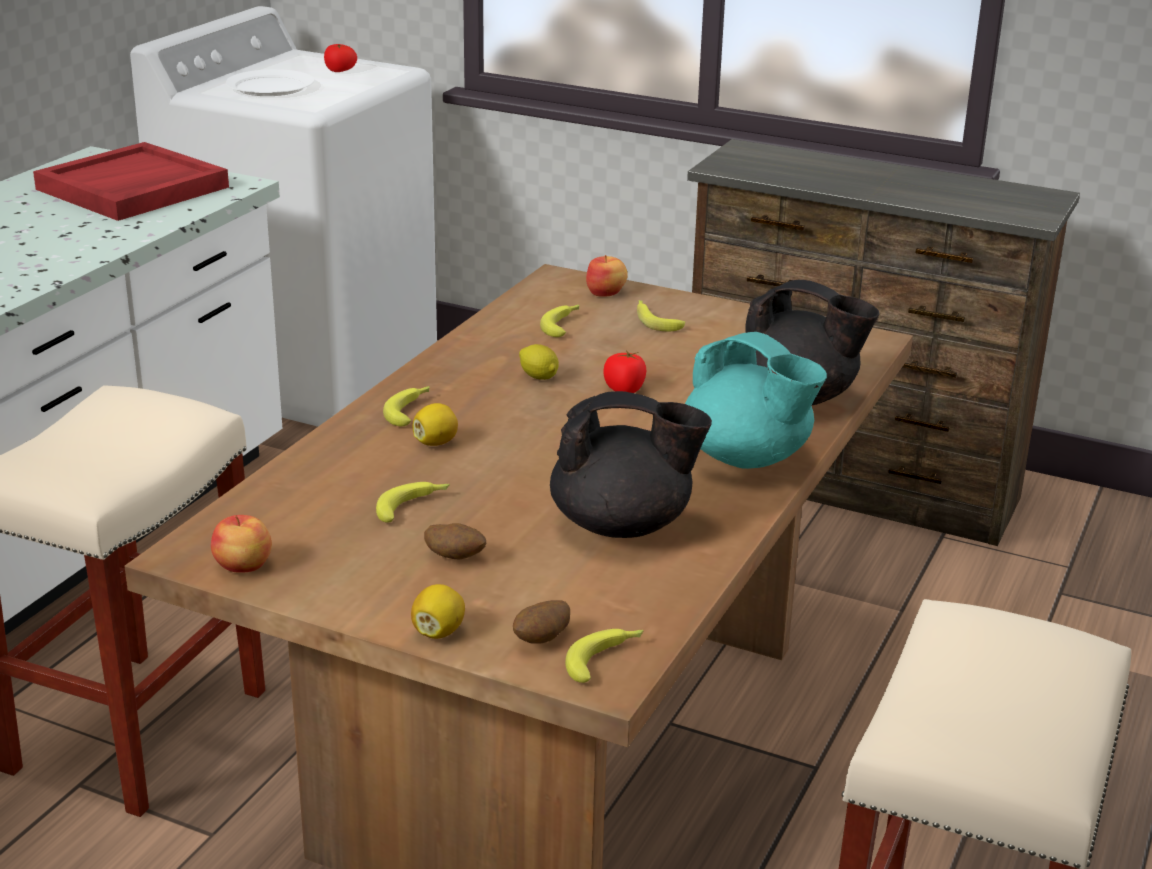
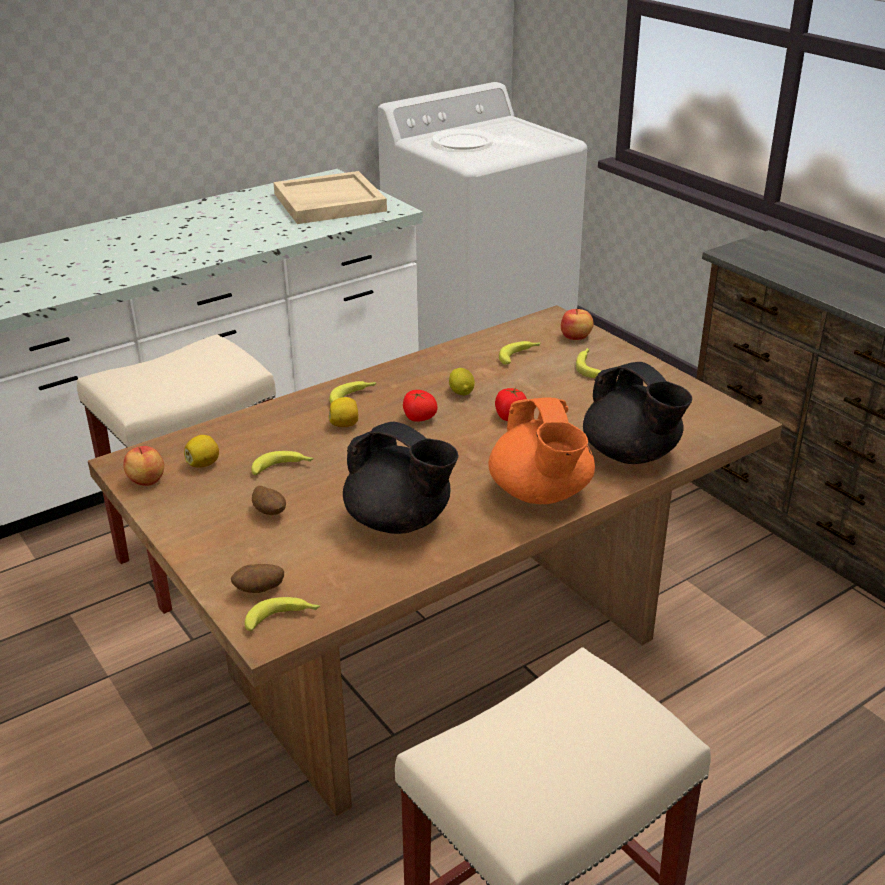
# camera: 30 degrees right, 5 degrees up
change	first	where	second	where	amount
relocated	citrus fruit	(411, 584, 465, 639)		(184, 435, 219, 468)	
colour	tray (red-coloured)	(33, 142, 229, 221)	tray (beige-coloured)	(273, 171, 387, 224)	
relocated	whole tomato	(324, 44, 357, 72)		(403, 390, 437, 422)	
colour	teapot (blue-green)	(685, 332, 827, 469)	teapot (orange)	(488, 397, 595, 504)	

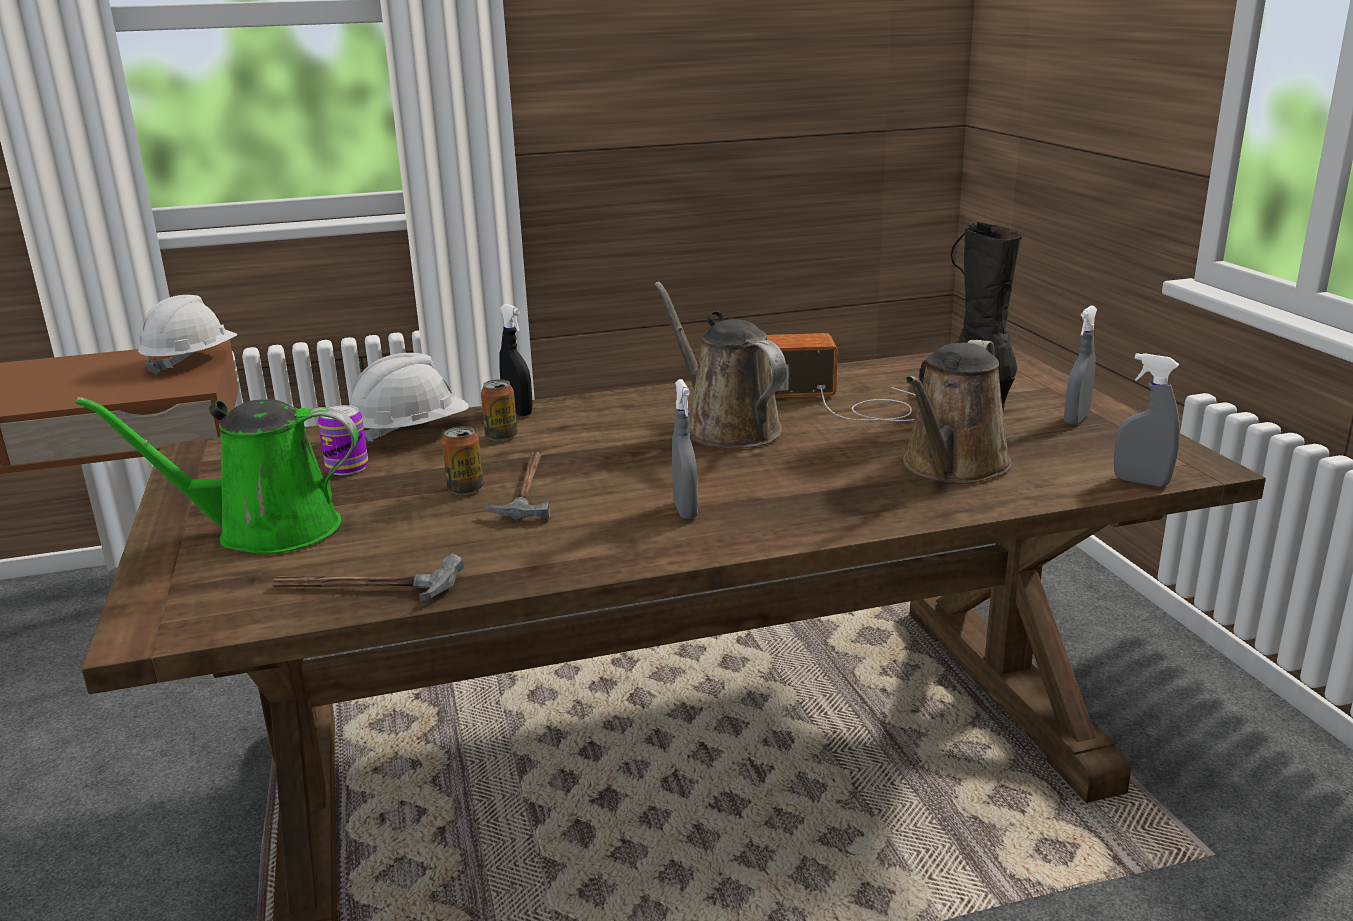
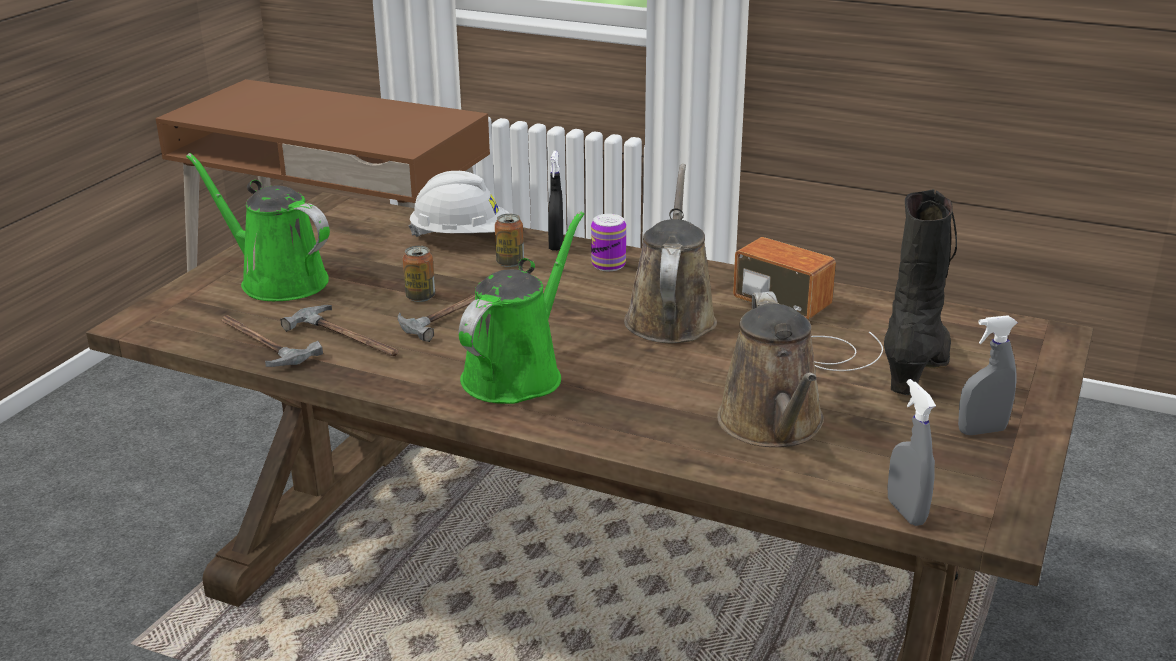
# camera: 40 degrees right, 5 degrees up
change	first	where	second	where	amount
appeared			hand hammer	(280, 305, 399, 357)	
exchanged	hand sprayer (greyish)	(672, 379, 698, 519)	watering pot (green)	(458, 211, 584, 404)	
relocated	sealed can	(318, 405, 368, 475)		(591, 214, 626, 271)	
spun	watering pot (brownish)	(903, 340, 1012, 484)		(717, 291, 824, 447)	75 degrees counterclockwise
missing	hard hat (white)	(138, 295, 237, 376)			

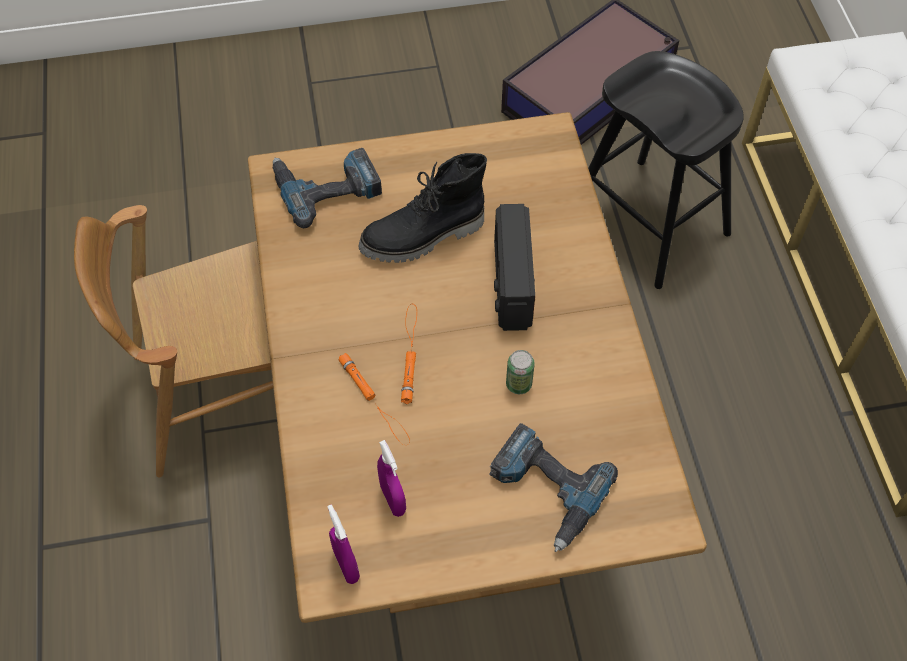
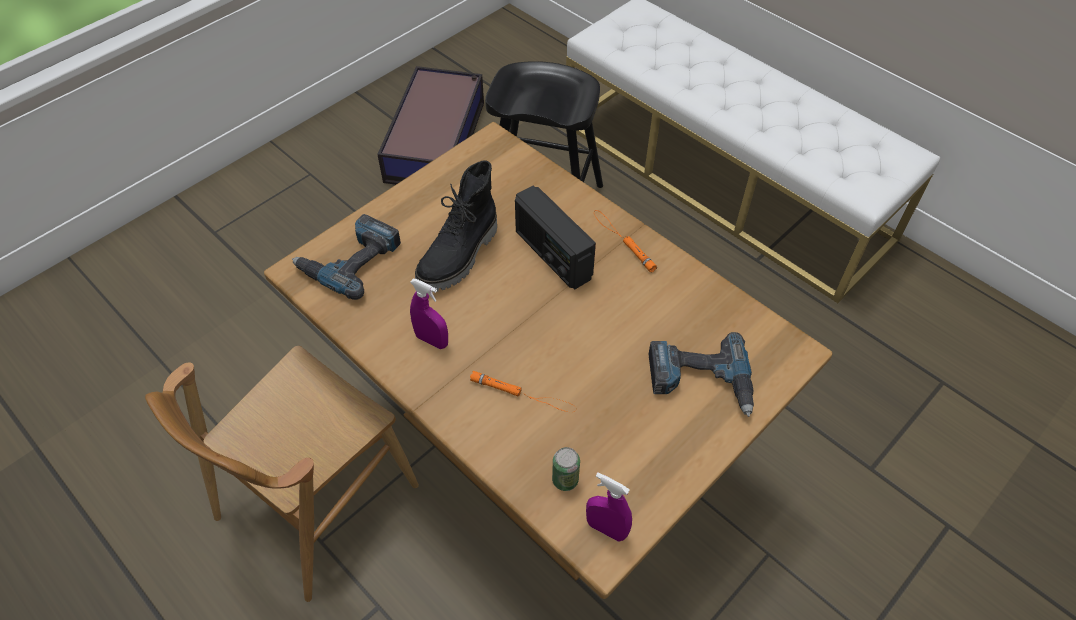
# camera: 35 degrees left, 5 degrees down
change	first	where	second	where	amount
relocated	hand sprayer (purple-coloured)	(377, 440, 406, 517)		(410, 279, 448, 349)	
relocated	sealed can	(506, 350, 535, 394)		(552, 447, 580, 491)	
relocated	torch (orange)	(401, 304, 417, 404)		(594, 210, 657, 272)	

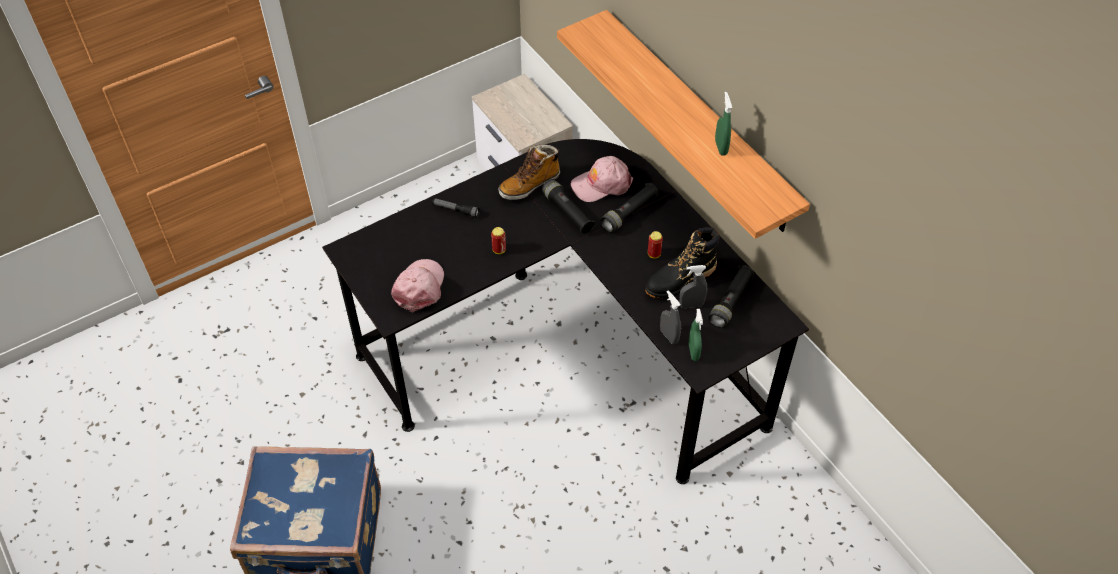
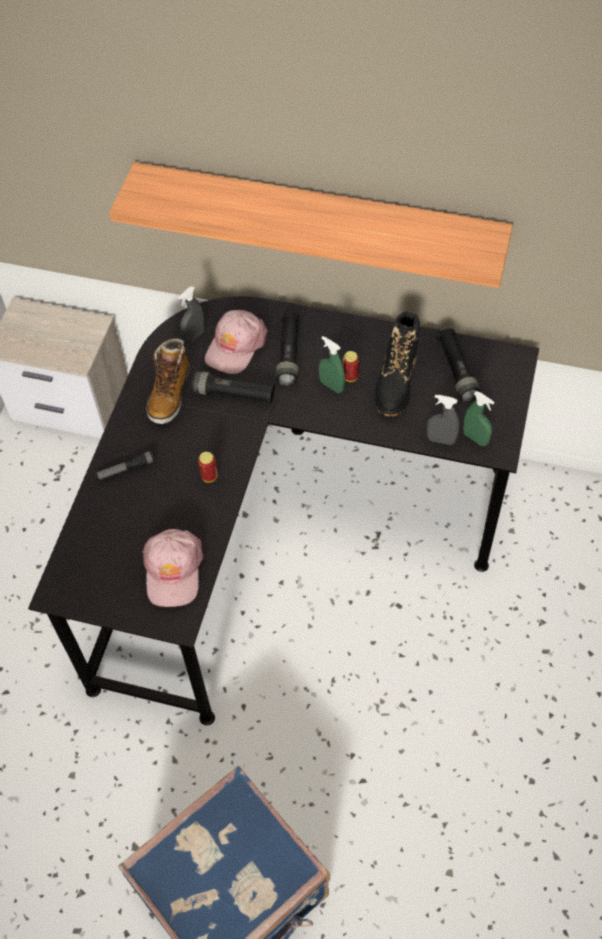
# camera: 40 degrees left, 5 degrees up
change	first	where	second	where	amount
spun	peaked cap (pink-coloured)	(391, 259, 444, 312)		(143, 529, 203, 607)	150 degrees counterclockwise
relocated	hand sprayer (greyish)	(679, 265, 707, 308)		(178, 286, 205, 343)	
relocated	hand sprayer (green)	(715, 92, 732, 156)		(319, 336, 345, 393)	

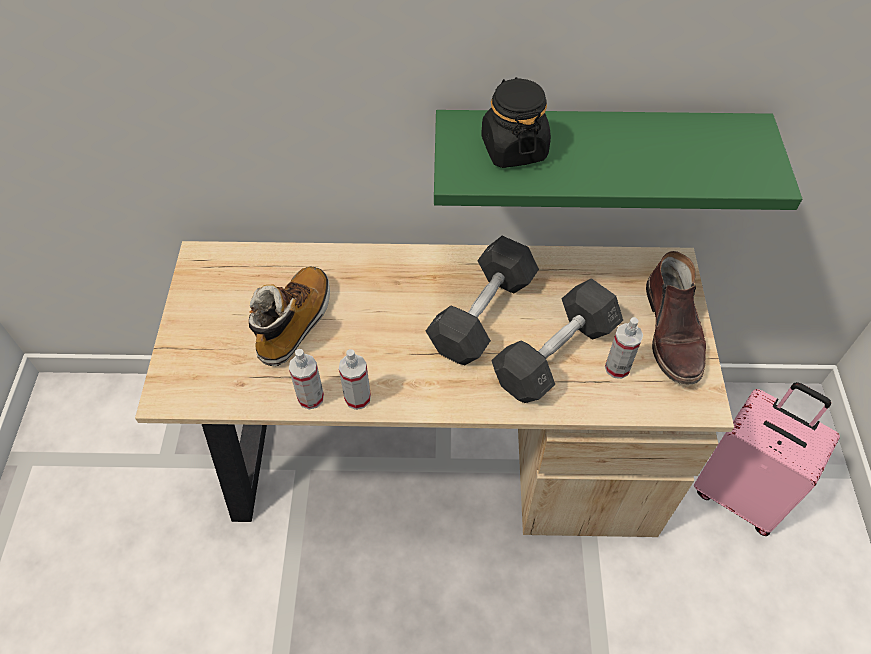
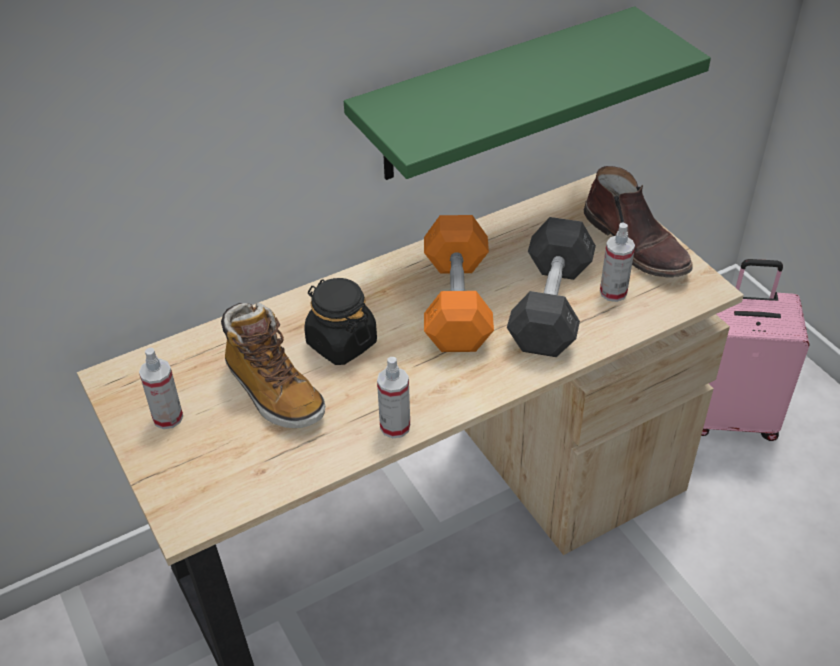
# camera: 30 degrees left, 10 degrees down
change	first	where	second	where	amount
relocated	hand sprayer	(289, 349, 324, 410)		(139, 348, 183, 429)	
spun	high-top boot	(249, 267, 330, 366)		(221, 302, 325, 428)	150 degrees clockwise
relocated	jar (black-coloured)	(481, 77, 551, 168)		(304, 278, 377, 365)	
colour	dumbbell (greyish)	(426, 236, 539, 365)	dumbbell (orange)	(424, 215, 494, 352)	

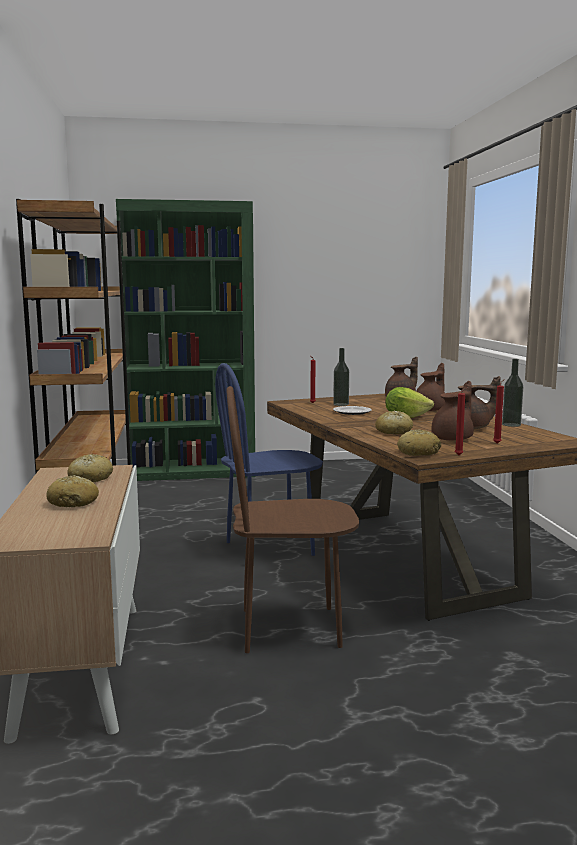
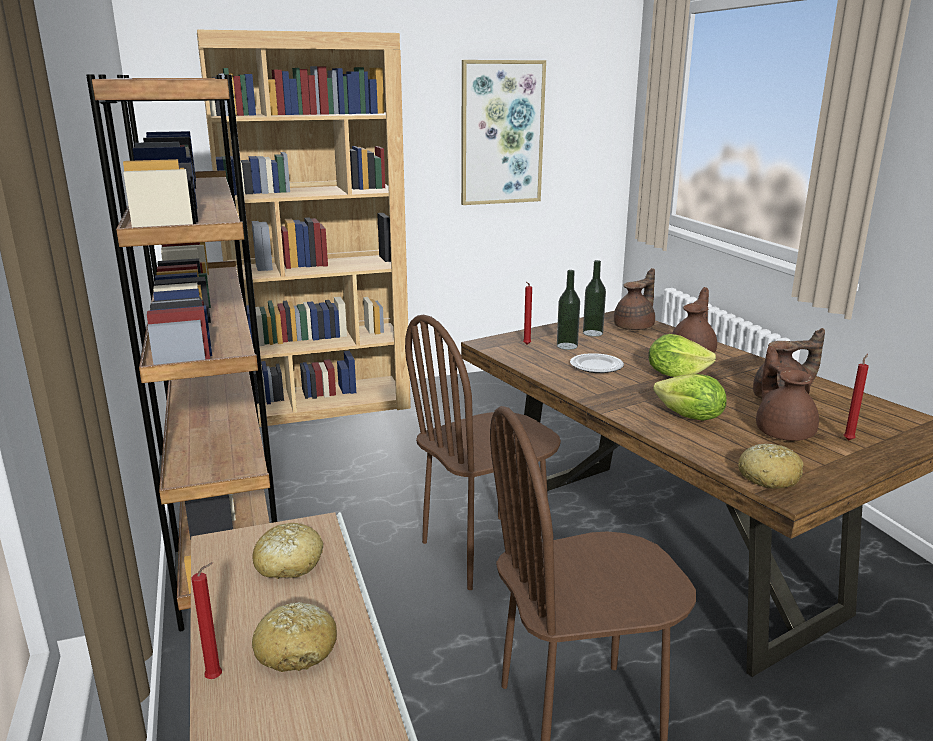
# camera: 10 degrees left, 10 degrees up
change	first	where	second	where	amount
relocated	candle (red-coloured)	(455, 387, 469, 455)		(191, 562, 222, 679)	
colour	shelving unit (green)	(116, 199, 255, 481)	shelving unit (brownish)	(197, 30, 411, 427)	
colour	plain chair (blue)	(215, 363, 323, 556)	plain chair (brownish)	(405, 315, 561, 590)	
appeared			wall art	(461, 60, 546, 205)	
relocated	beverage bottle	(502, 359, 523, 427)		(583, 260, 606, 336)	
exchanged	bread	(375, 410, 413, 434)	lettuce	(653, 374, 727, 421)	
spun	teapot (brownish)	(431, 381, 474, 440)		(756, 346, 819, 441)	45 degrees counterclockwise

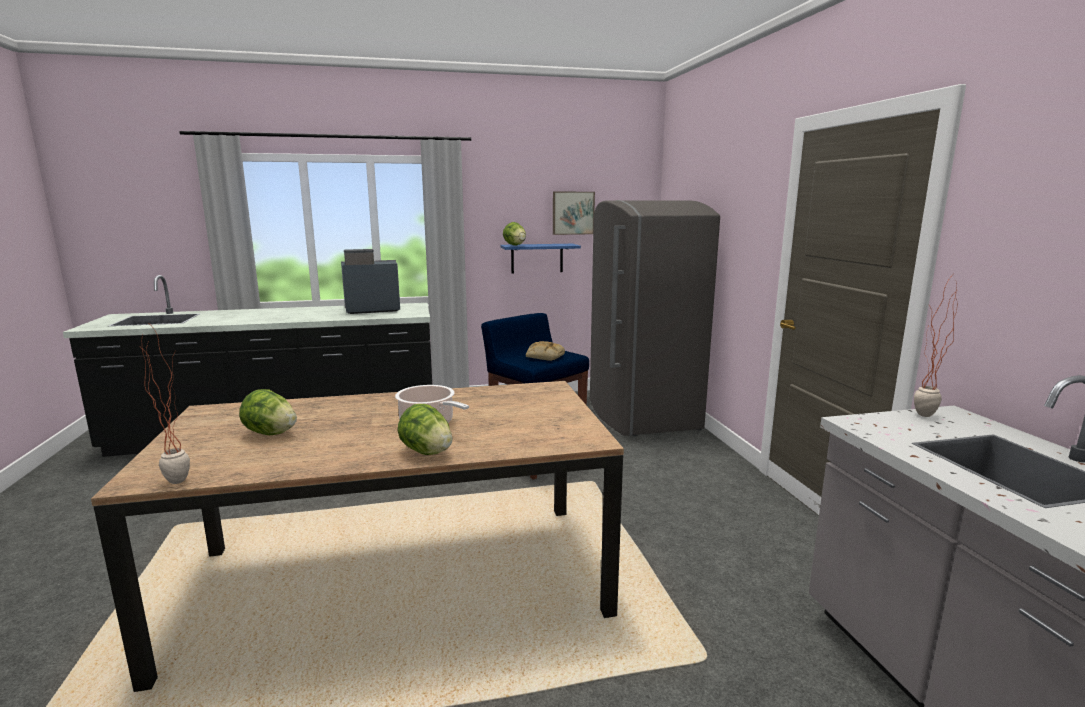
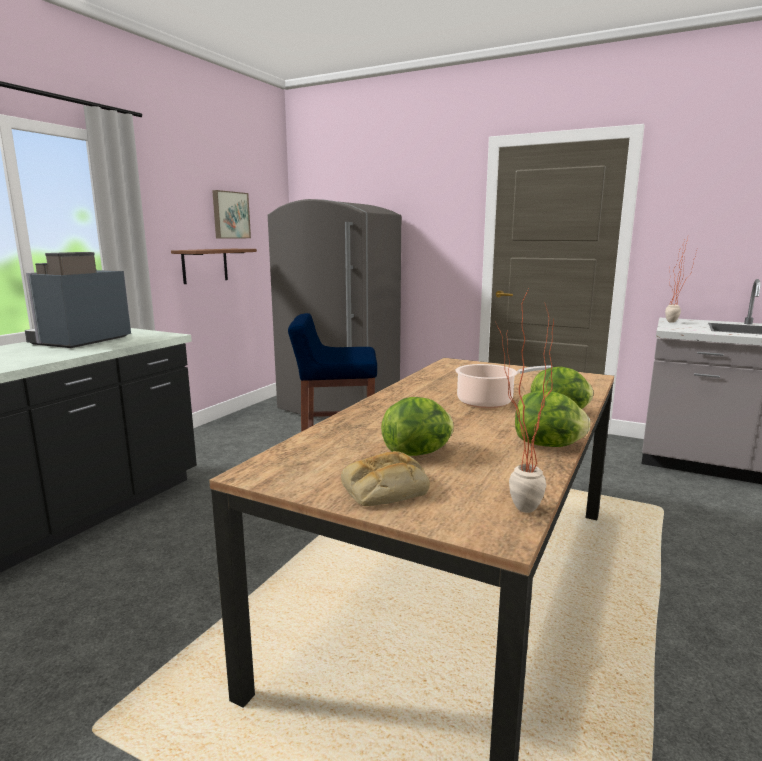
# camera: 50 degrees left, 0 degrees up
change	first	where	second	where	amount
colour	bracket shelf (blue)	(500, 244, 581, 273)	bracket shelf (brownish)	(171, 249, 257, 284)	
relocated	bread	(526, 341, 565, 361)		(341, 451, 430, 506)	
relocated	lettuce	(503, 222, 526, 246)		(515, 390, 590, 447)	

